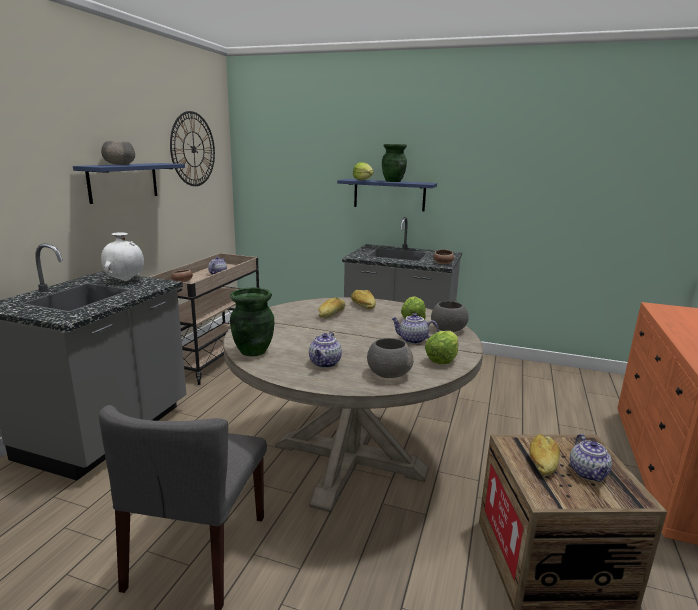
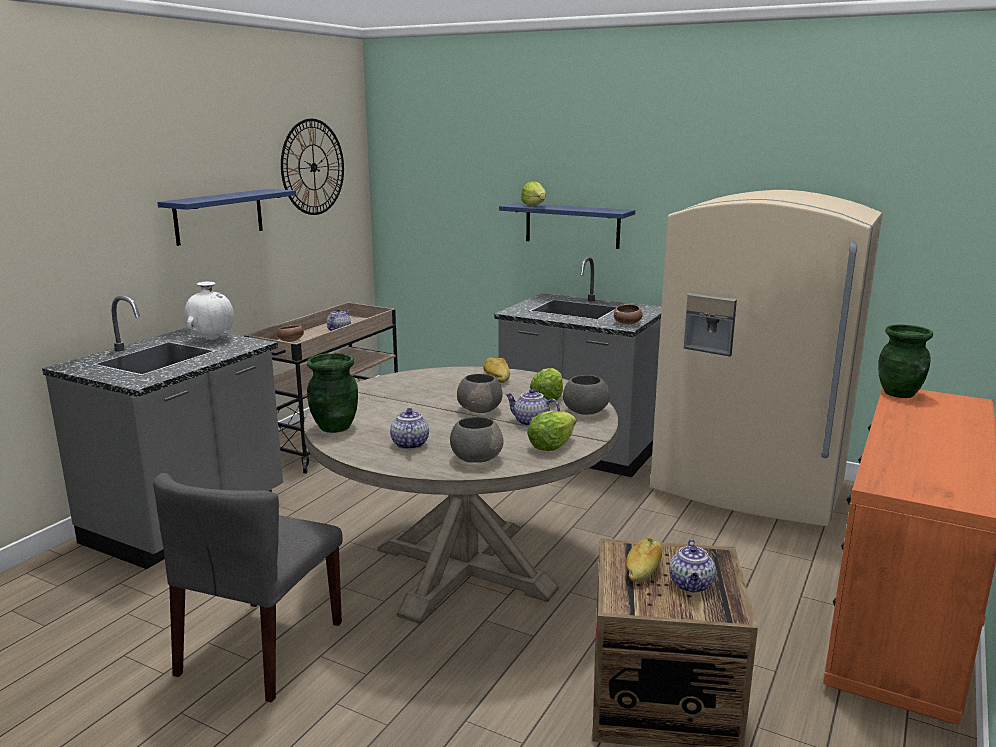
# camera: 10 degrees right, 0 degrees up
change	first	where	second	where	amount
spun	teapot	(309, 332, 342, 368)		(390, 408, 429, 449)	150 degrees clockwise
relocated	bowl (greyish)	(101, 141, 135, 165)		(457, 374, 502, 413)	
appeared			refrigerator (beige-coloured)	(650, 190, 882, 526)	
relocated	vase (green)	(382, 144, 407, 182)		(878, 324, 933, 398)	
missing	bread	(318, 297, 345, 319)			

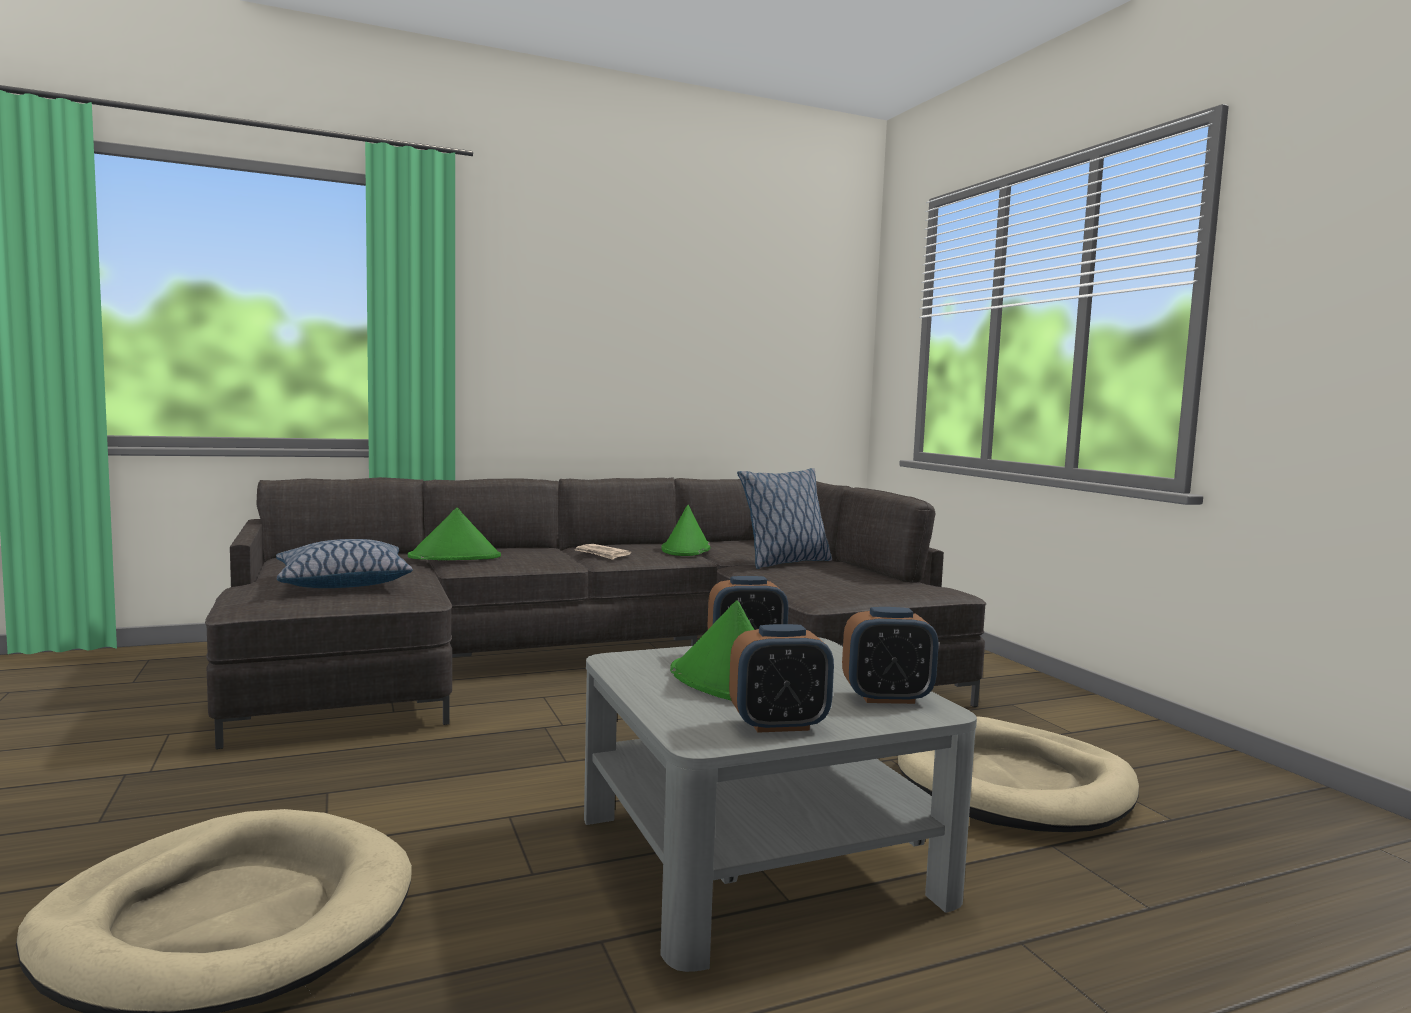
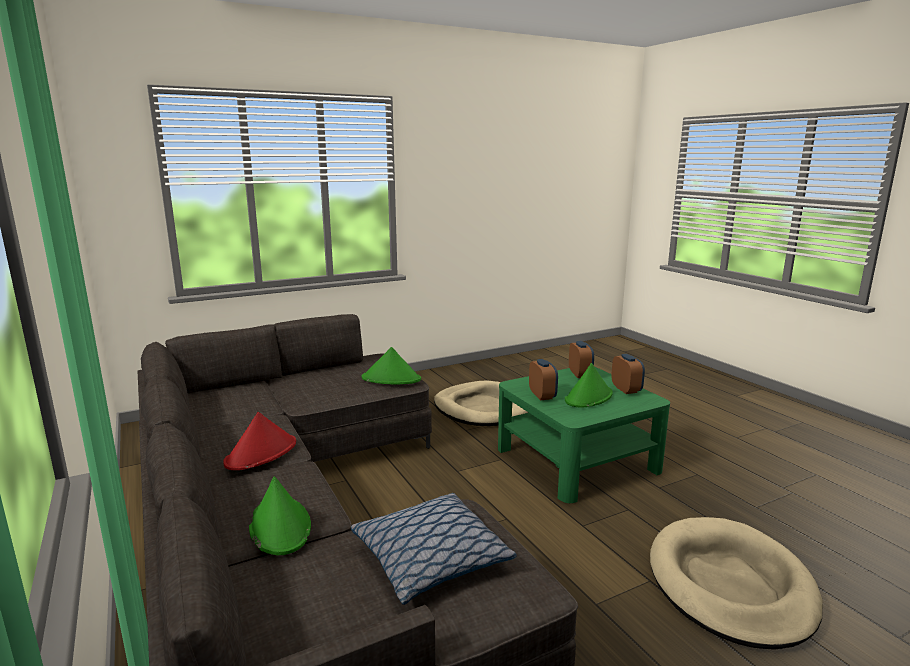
# camera: 95 degrees left, 10 degrees up
change	first	where	second	where	amount
exchanged	daily paper	(576, 544, 631, 560)	hat (red-coloured)	(223, 412, 296, 470)	
relocated	hat (green)	(661, 505, 711, 556)		(362, 347, 421, 384)	
colour	low table (greyish)	(584, 637, 977, 972)	low table (green)	(498, 367, 670, 503)	
missing	throw pillow	(737, 468, 832, 569)			

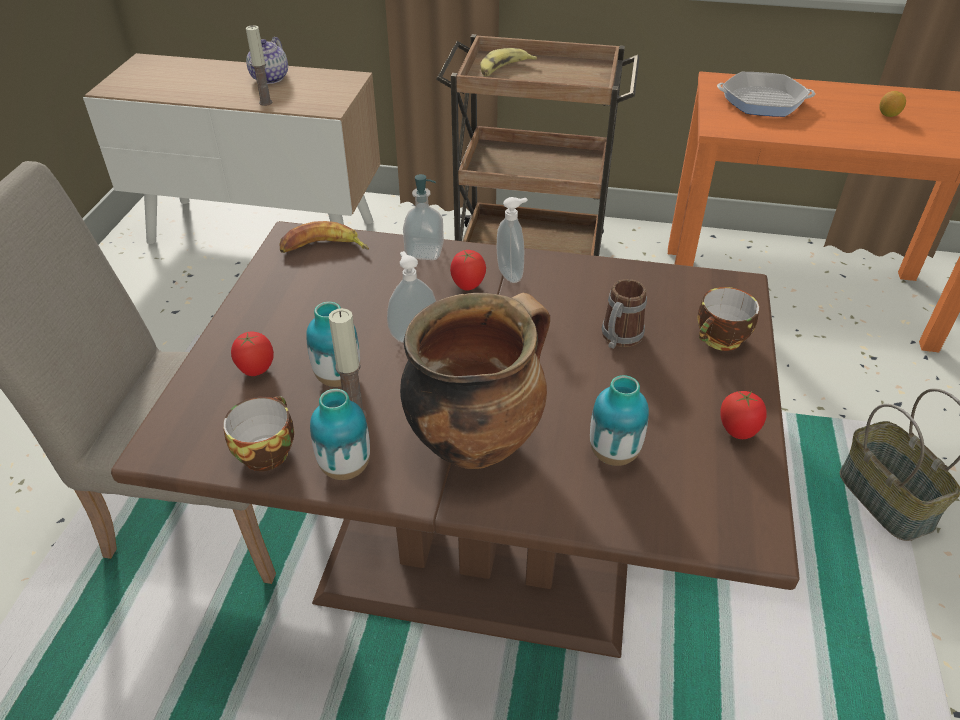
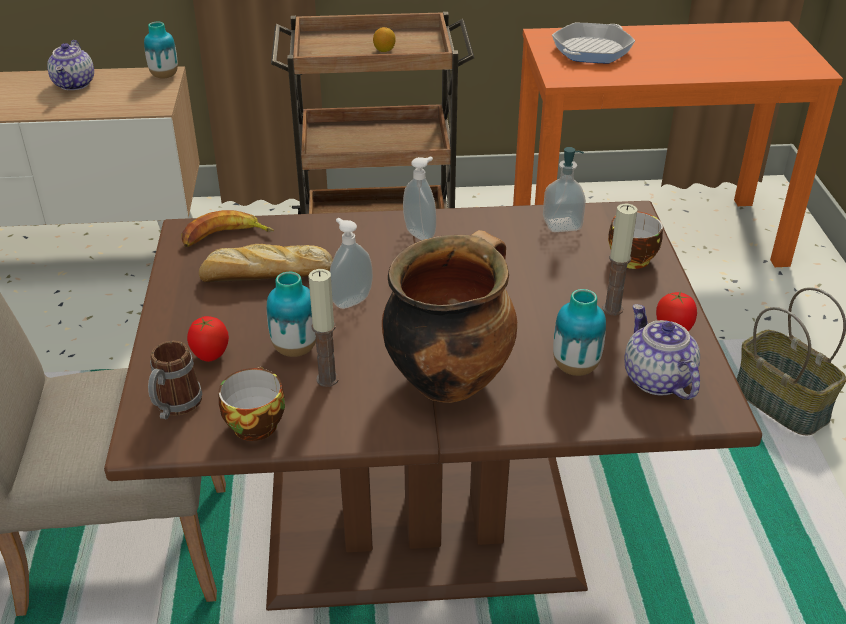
# camera: 15 degrees left, 5 degrees down
change	first	where	second	where	amount
relocated	vase	(310, 389, 370, 480)		(144, 22, 178, 79)	
relocated	mug	(601, 279, 647, 349)		(148, 341, 202, 419)	
appeared			bread	(199, 244, 333, 282)	
relocated	citrus fruit	(879, 91, 906, 117)		(373, 27, 396, 52)	
relocated	liquid soap bottle	(403, 174, 444, 260)		(543, 147, 586, 232)	
spun	frying pan	(717, 72, 815, 117)		(552, 23, 635, 63)	45 degrees counterclockwise
relocated	candle	(246, 25, 272, 106)		(603, 204, 638, 315)	
appeared			teapot	(624, 304, 700, 400)	
missing	whole tomato	(450, 250, 486, 291)			
missing	banana	(480, 48, 537, 76)			

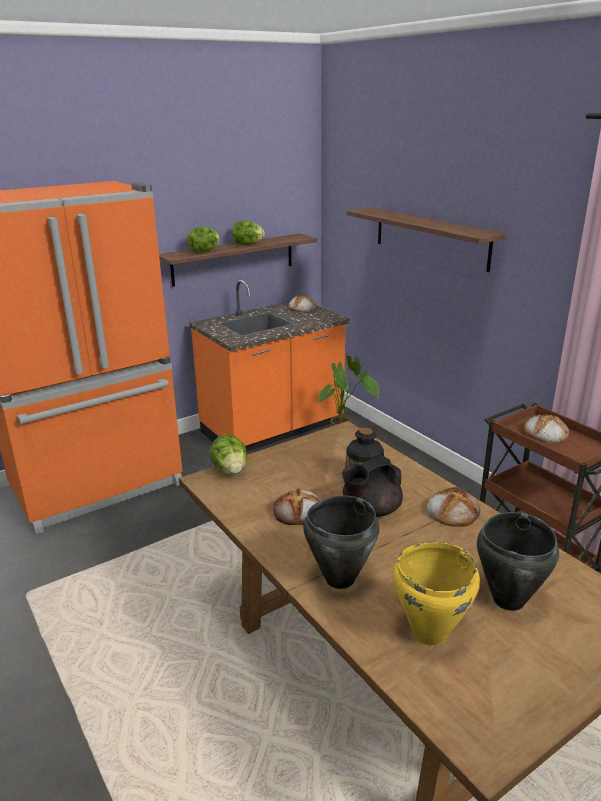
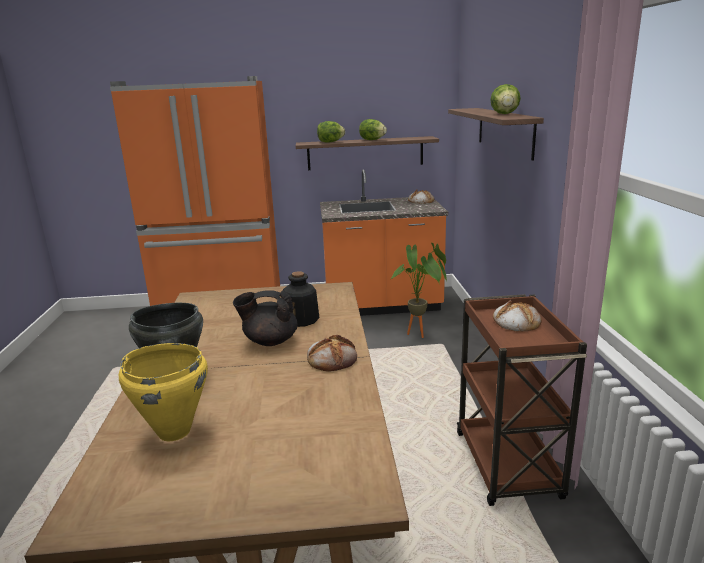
# camera: 30 degrees right, 5 degrees down
change	first	where	second	where	amount
relocated	lettuce	(209, 434, 247, 474)		(490, 84, 521, 114)	
missing	bread	(273, 488, 321, 525)			
missing	saucepot (black-coloured)	(477, 512, 559, 611)			

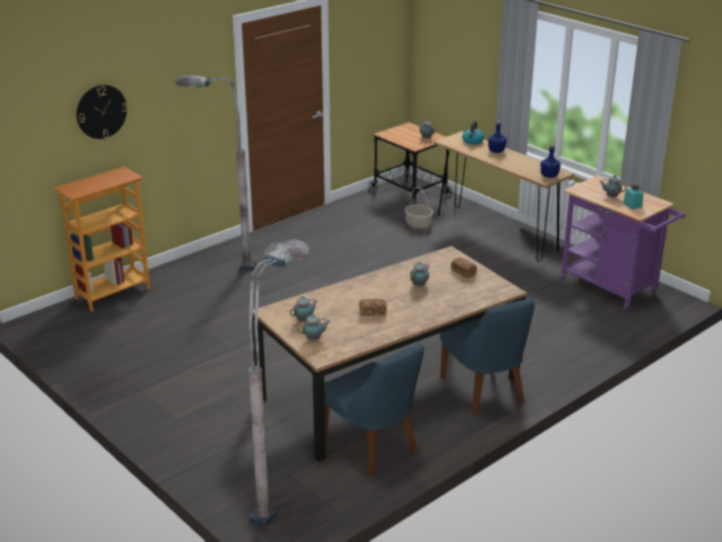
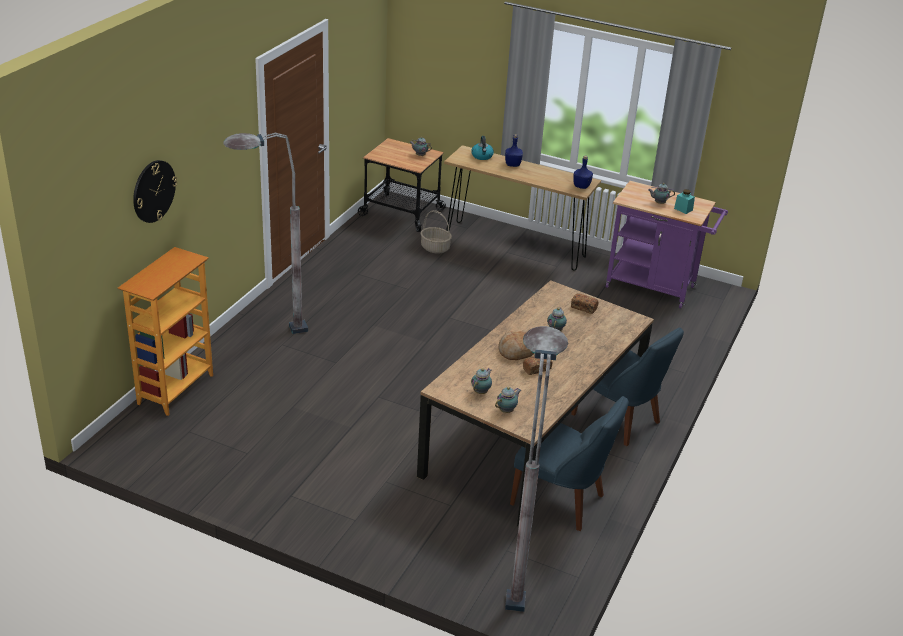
# camera: 25 degrees left, 5 degrees up
change	first	where	second	where	amount
appeared			bread	(498, 331, 534, 360)	

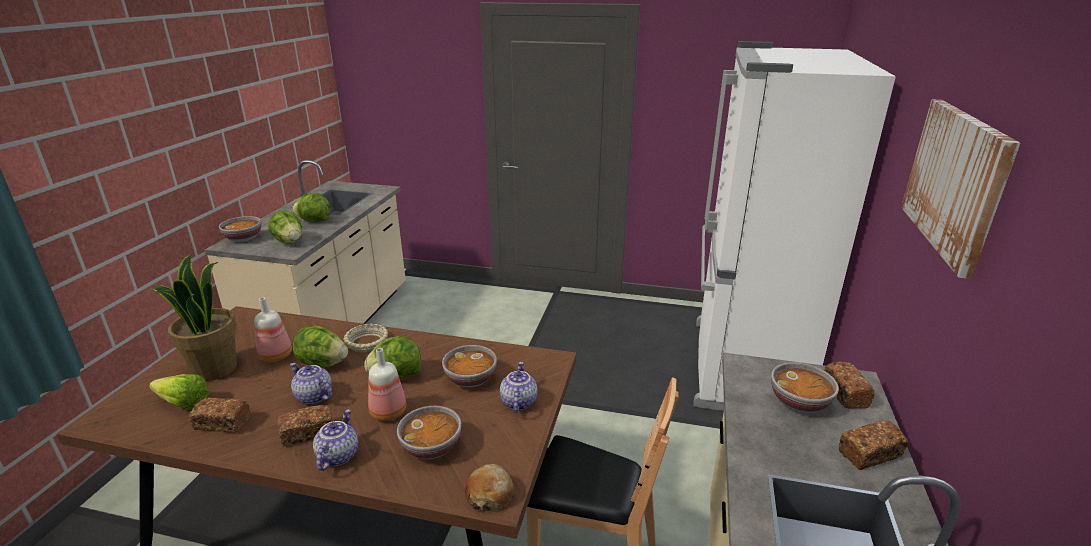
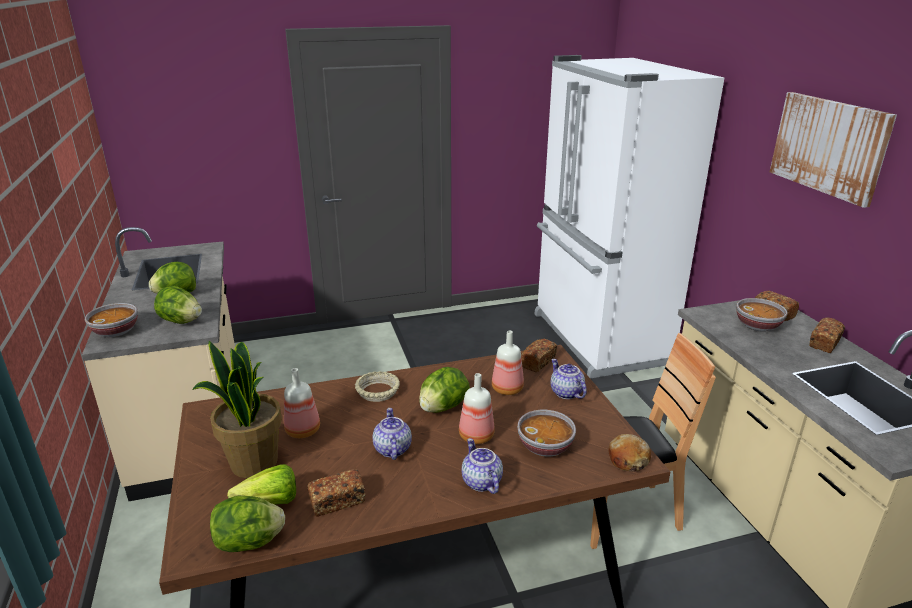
# camera: 30 degrees left, 0 degrees up
change	first	where	second	where	amount
relocated	lettuce	(293, 325, 348, 368)		(210, 495, 285, 552)	
spun	teapot	(290, 363, 332, 404)		(373, 408, 412, 460)	75 degrees clockwise
exchanged	bowl	(442, 345, 497, 387)	beverage bottle	(492, 330, 524, 395)	
relocated	bread	(277, 405, 333, 446)		(521, 338, 557, 372)	

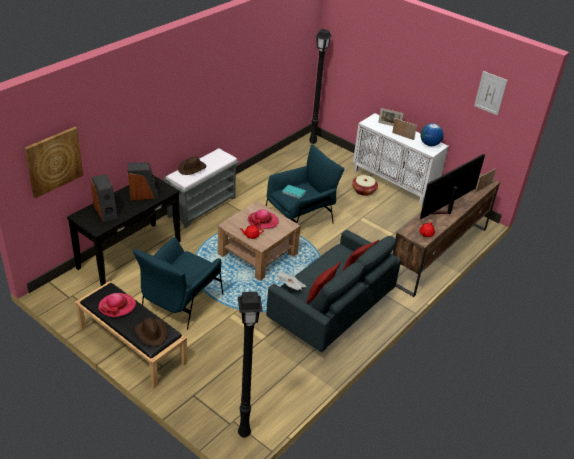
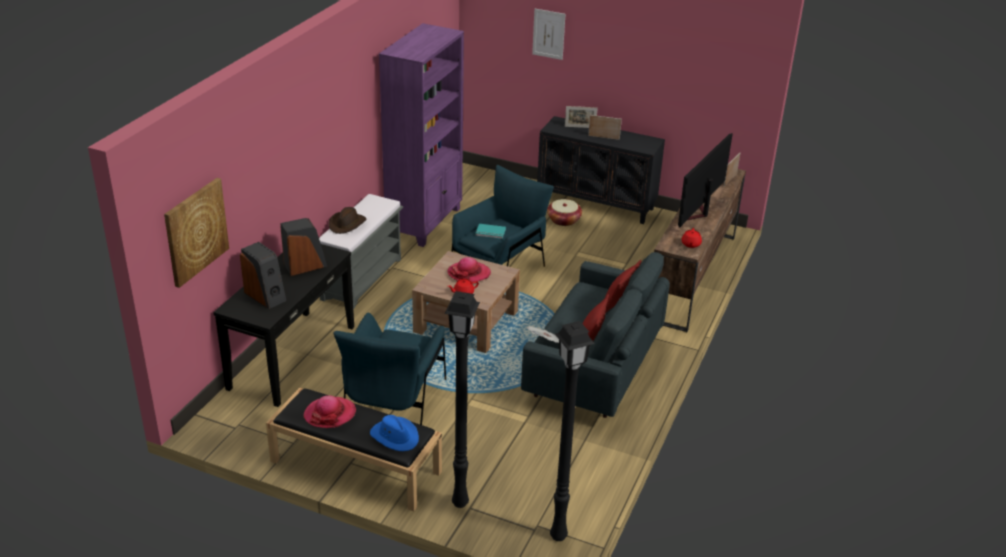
# camera: 15 degrees left, 5 degrees down
change	first	where	second	where	amount
colour	hat (brownish)	(135, 317, 168, 346)	hat (blue)	(370, 415, 419, 451)	
appeared			shelving unit (purple-coloured)	(379, 23, 464, 247)	
relocated	standard lamp (black-coloured)	(309, 29, 332, 144)		(444, 291, 480, 508)	
relocated	wall art	(474, 71, 508, 116)		(532, 9, 565, 60)	
colour	storage cabinet (white)	(353, 113, 449, 205)	storage cabinet (black-coloured)	(537, 116, 665, 224)	
missing	world globe	(420, 124, 444, 146)			

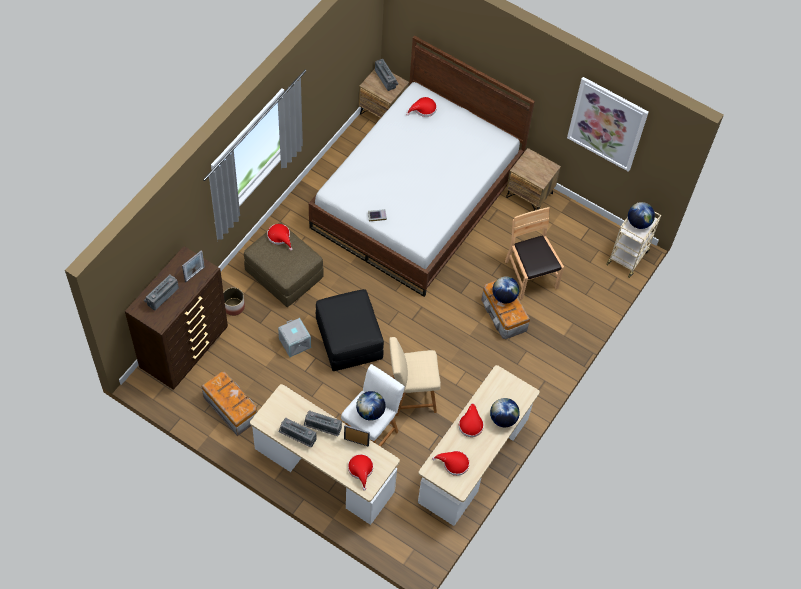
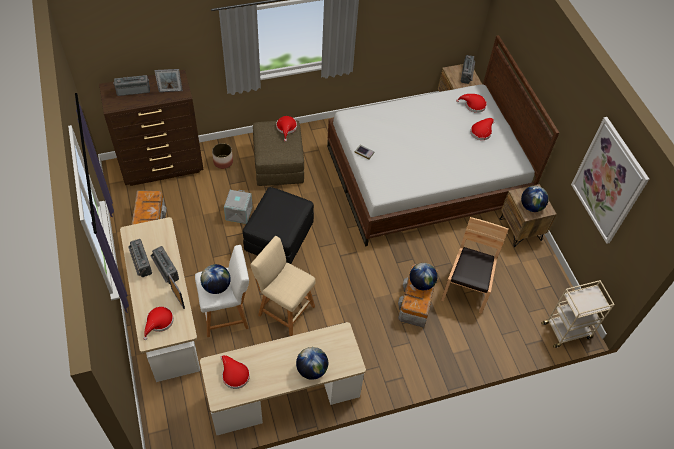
# camera: 40 degrees right, 5 degrees down
change	first	where	second	where	amount
relocated	hat (red-coloured)	(459, 403, 484, 437)		(470, 118, 494, 140)	
relocated	world globe	(628, 202, 655, 229)		(521, 186, 549, 212)	

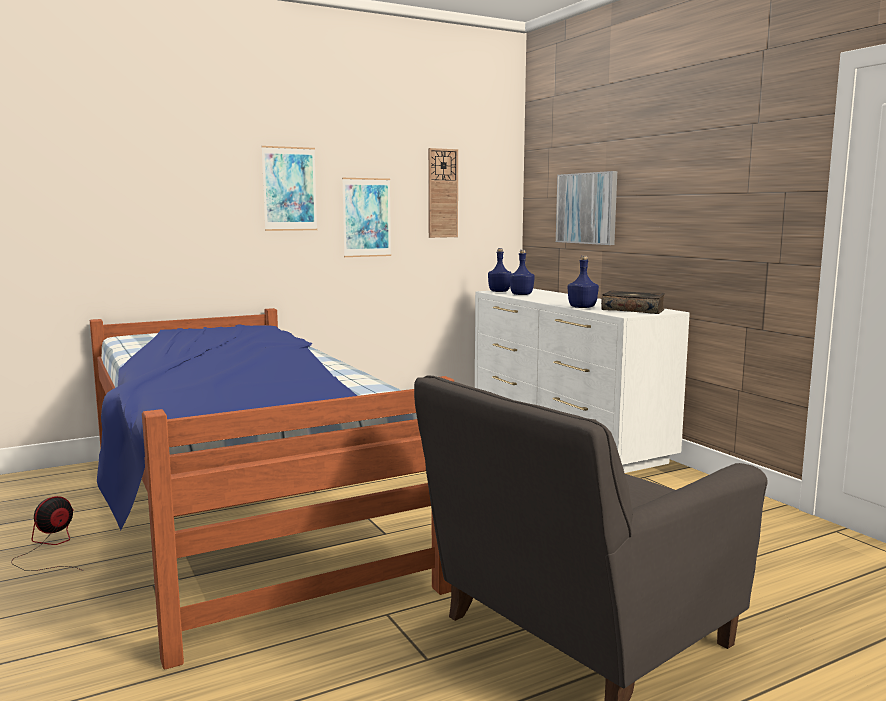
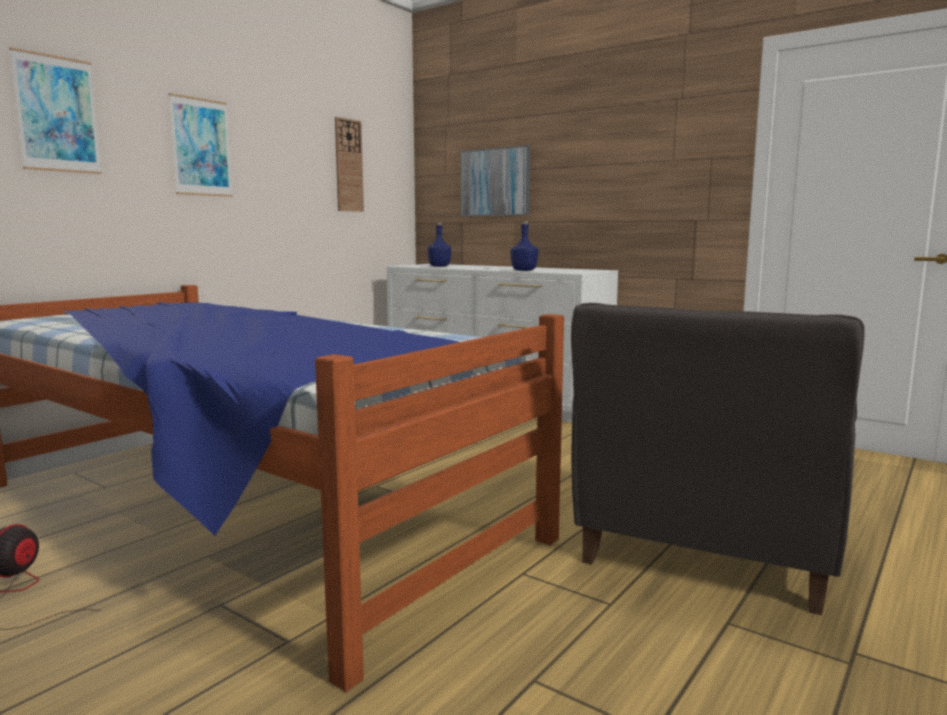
# camera: 25 degrees left, 0 degrees up
change	first	where	second	where	amount
relocated	wall art	(342, 178, 391, 257)		(10, 47, 102, 174)	
missing	beverage bottle (blue)	(488, 248, 512, 292)			
missing	book	(601, 291, 665, 314)			

